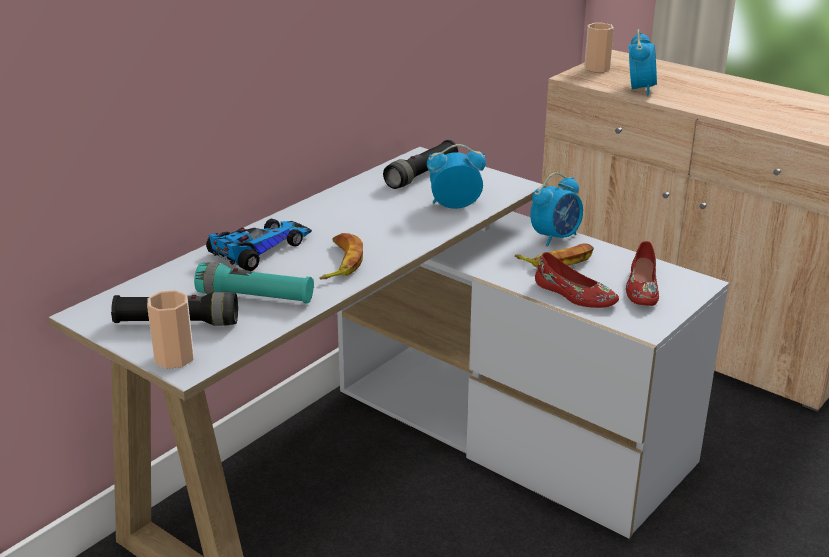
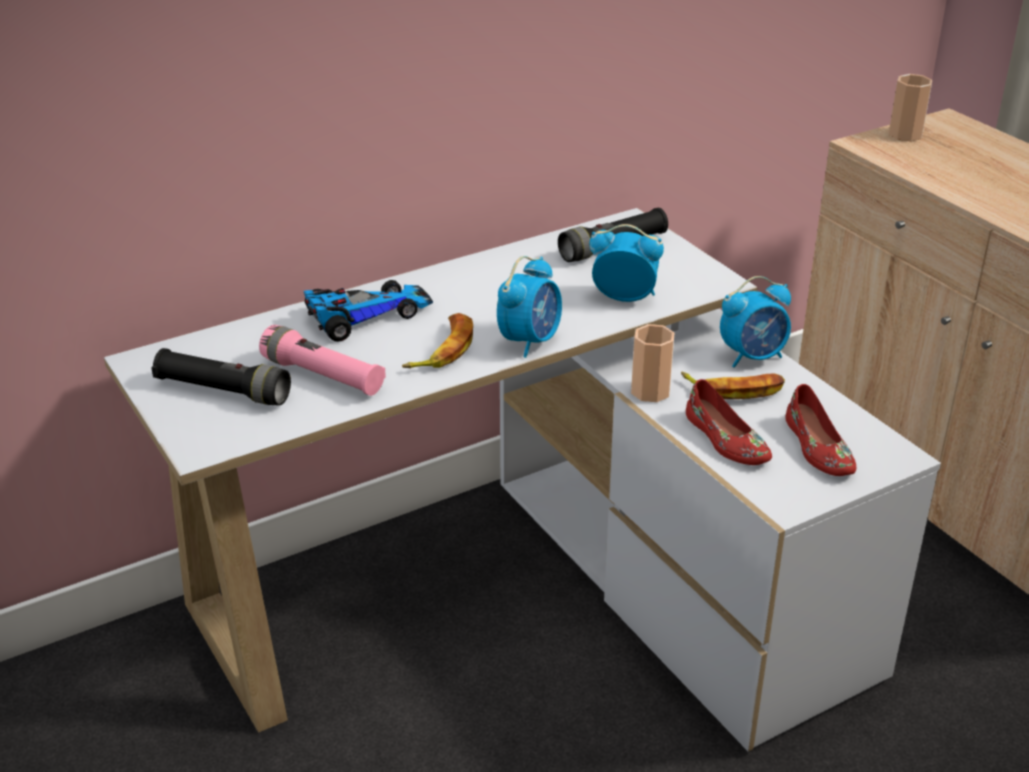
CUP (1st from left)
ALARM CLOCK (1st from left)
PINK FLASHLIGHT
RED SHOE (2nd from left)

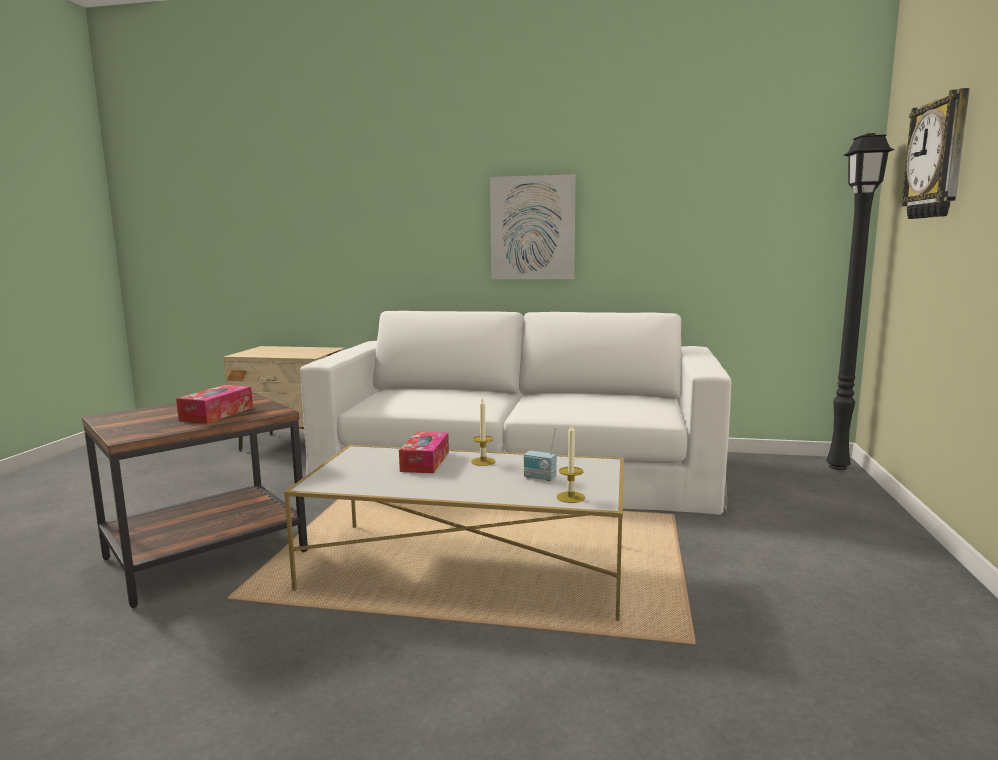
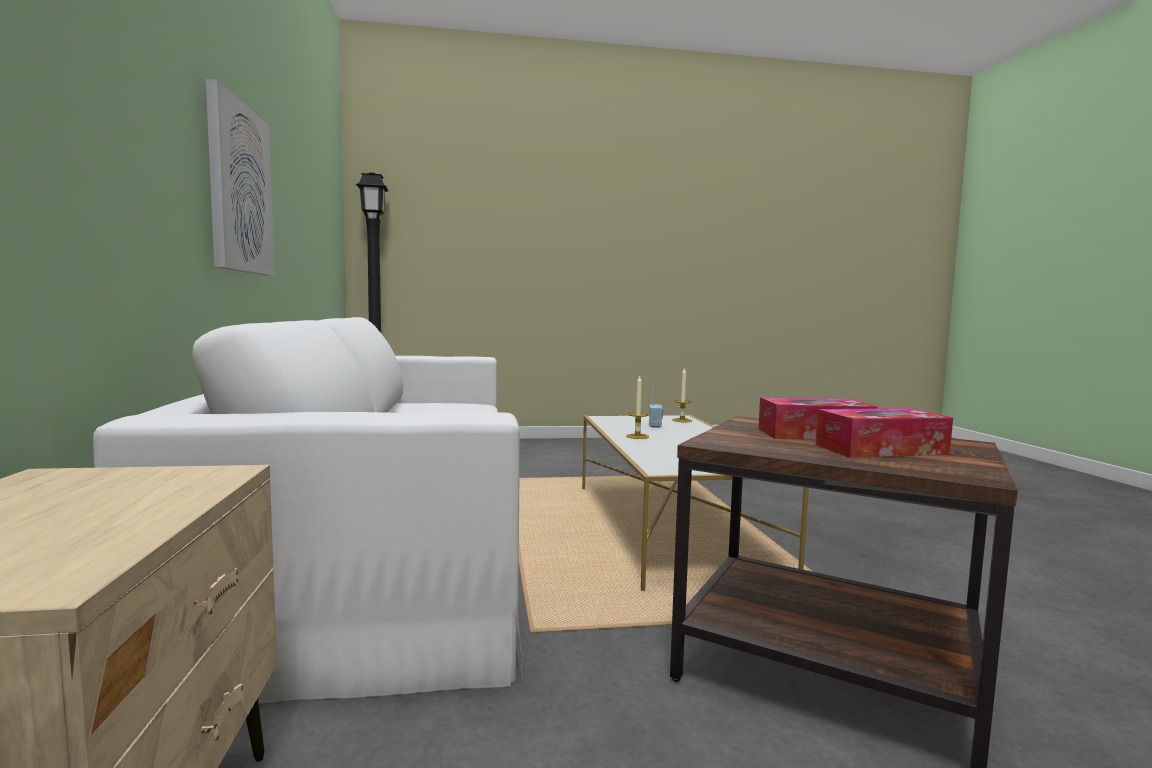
WALL CLOCK
TISSUE BOX (2nd from left)

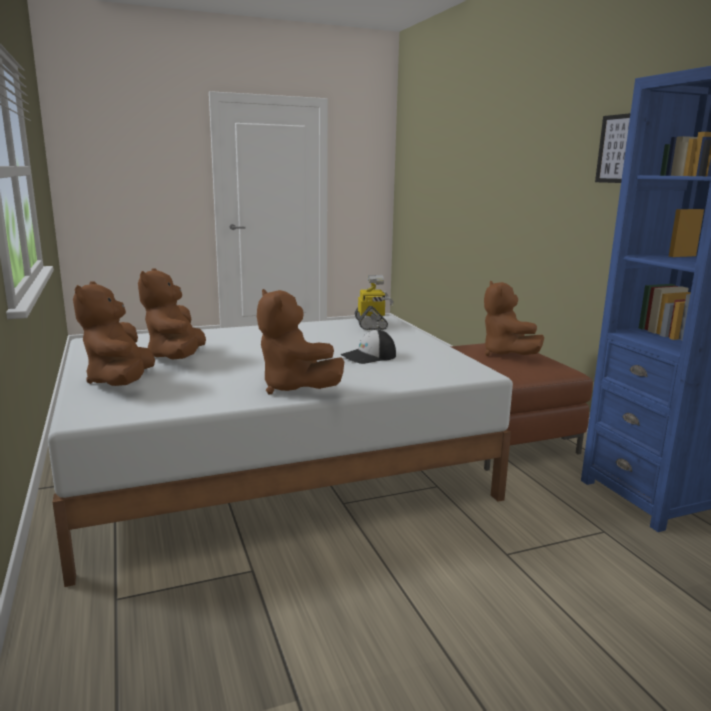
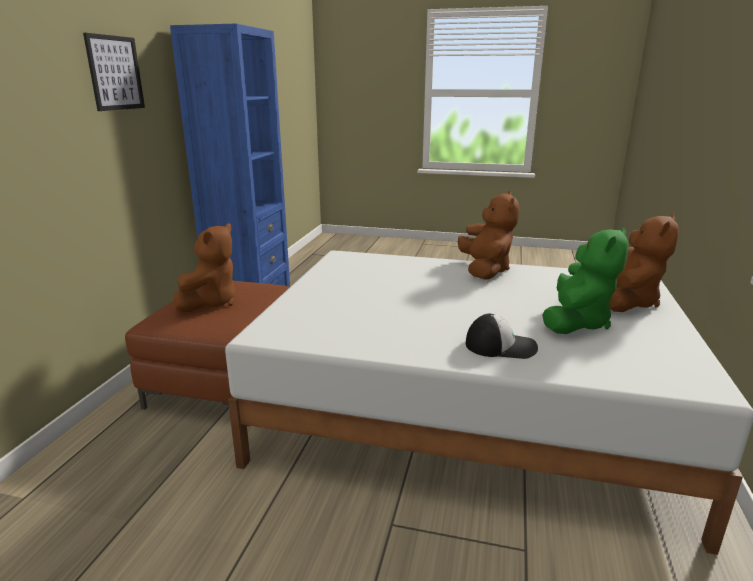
TOY ROBOT
CAP
GREEN PLUSH TOY

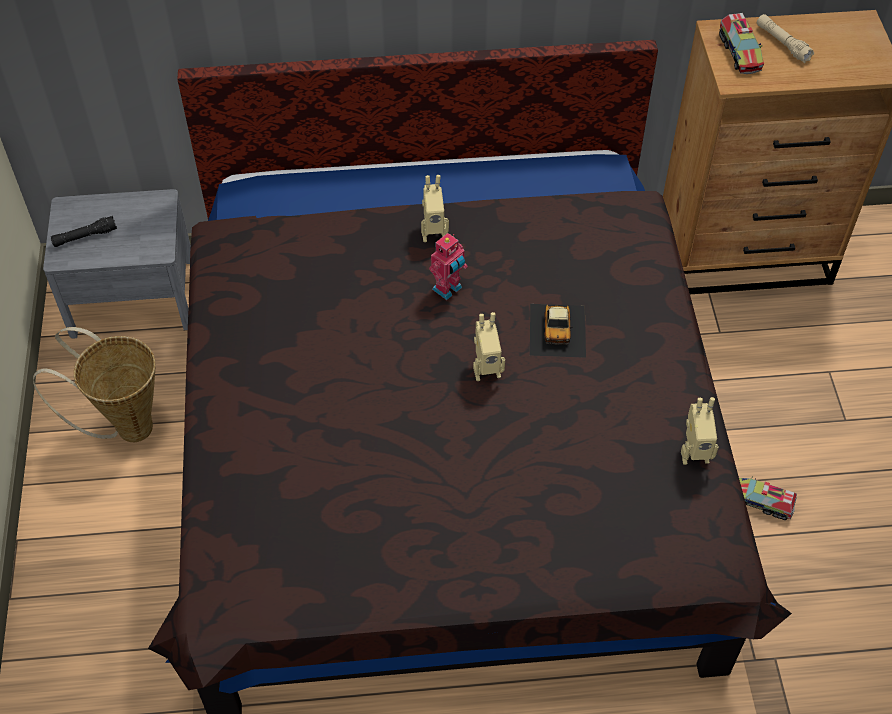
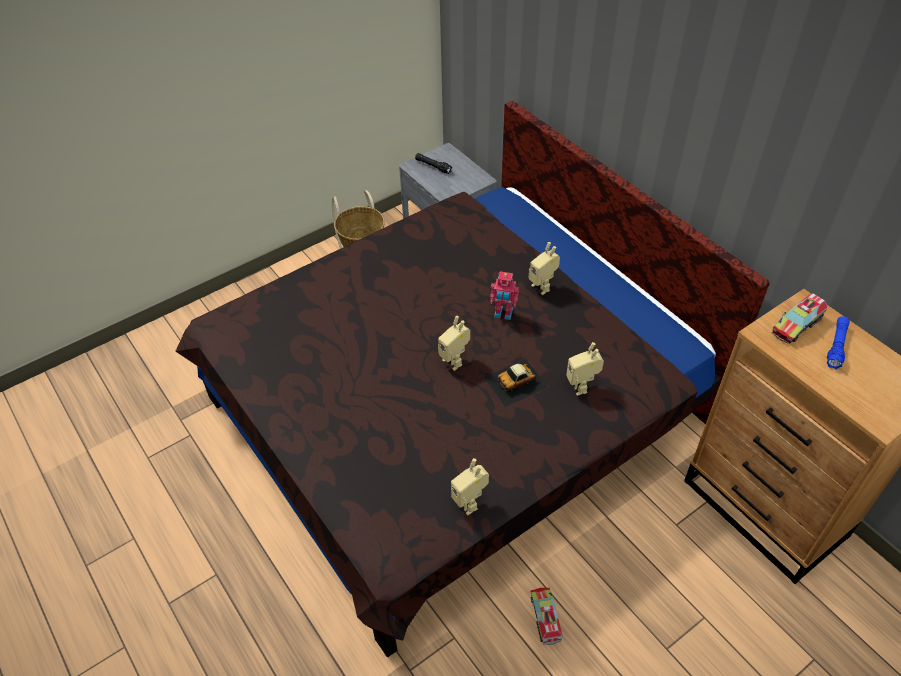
TOY ROBOT (5th from left)
BLUE FLASHLIGHT

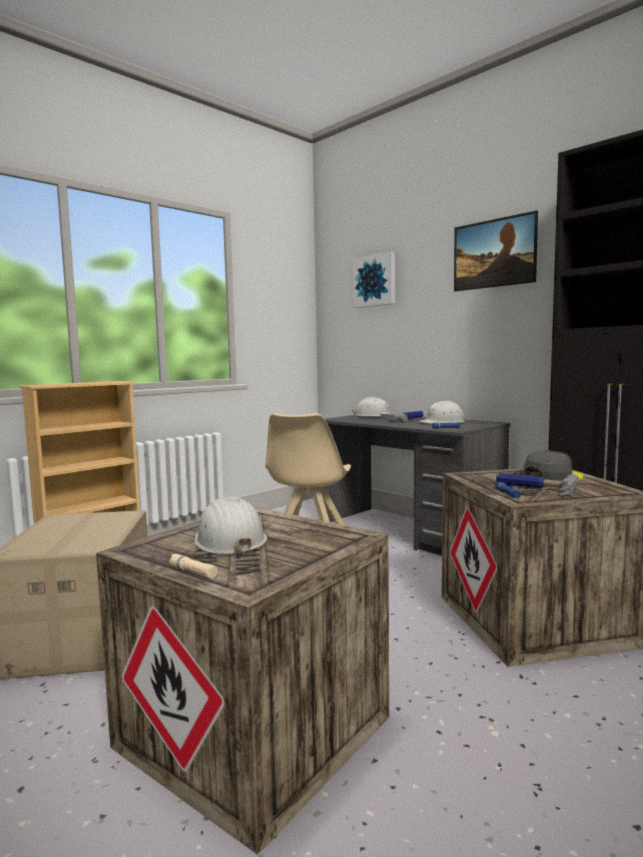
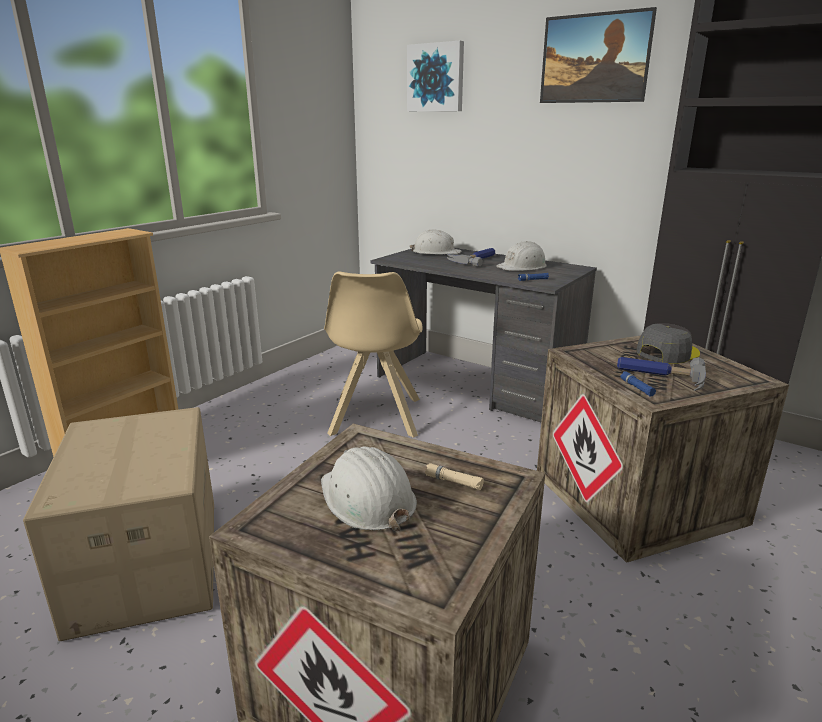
BEIGE FLASHLIGHT

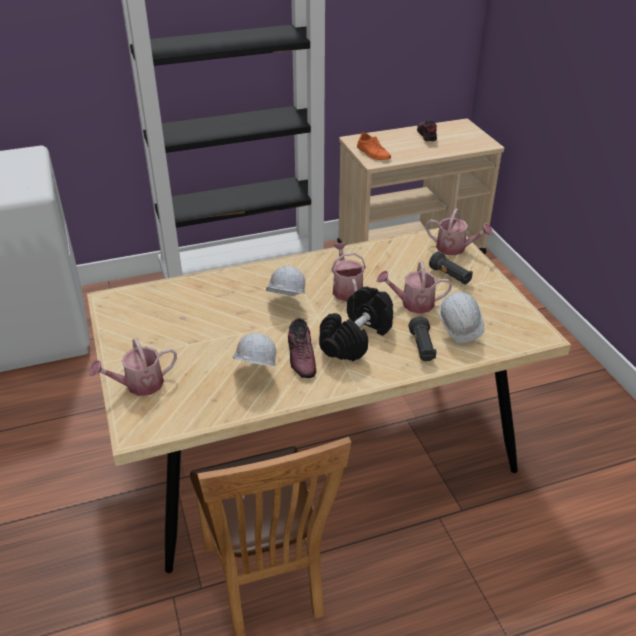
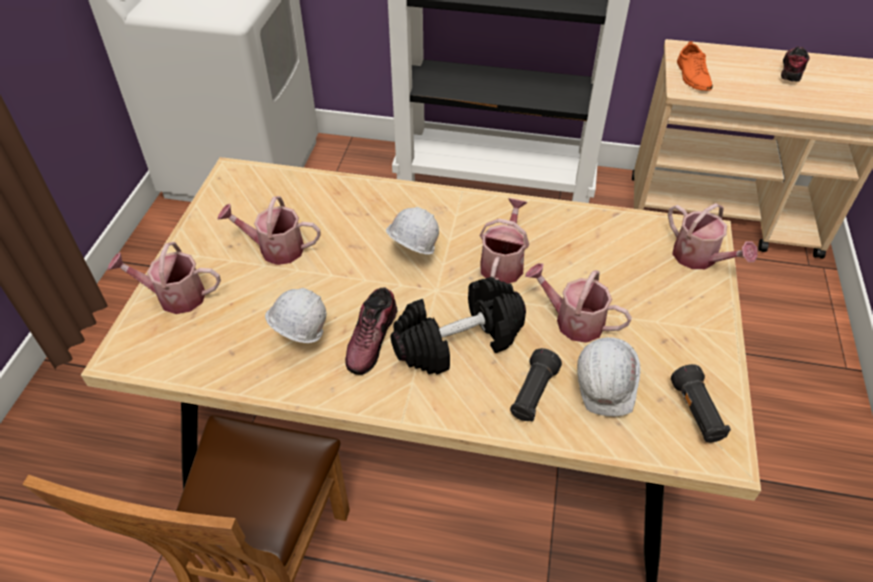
WATERING CAN (2nd from left)
BLACK FLASHLIGHT (2nd from left)

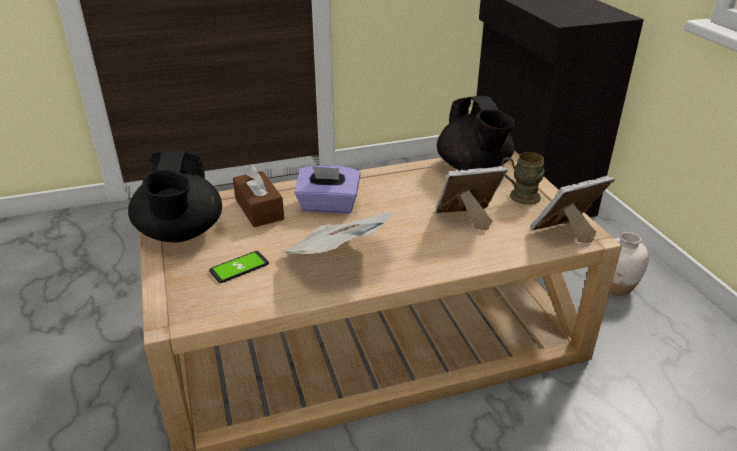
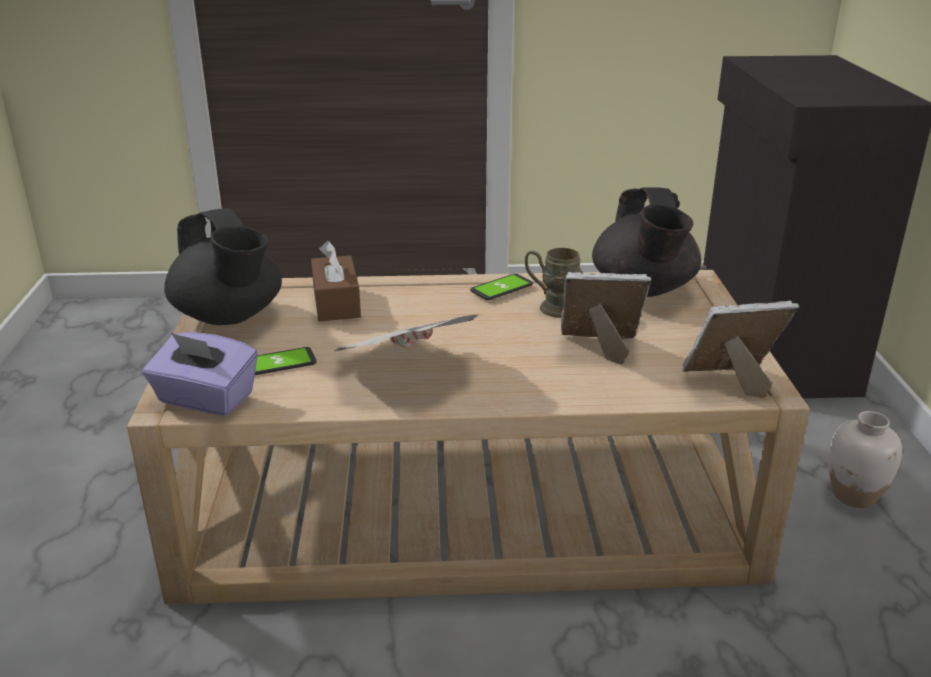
PHONE (2nd from left)
PURPLE TISSUE BOX
BROWN MUG
BLACK TEAPOT (1st from left)

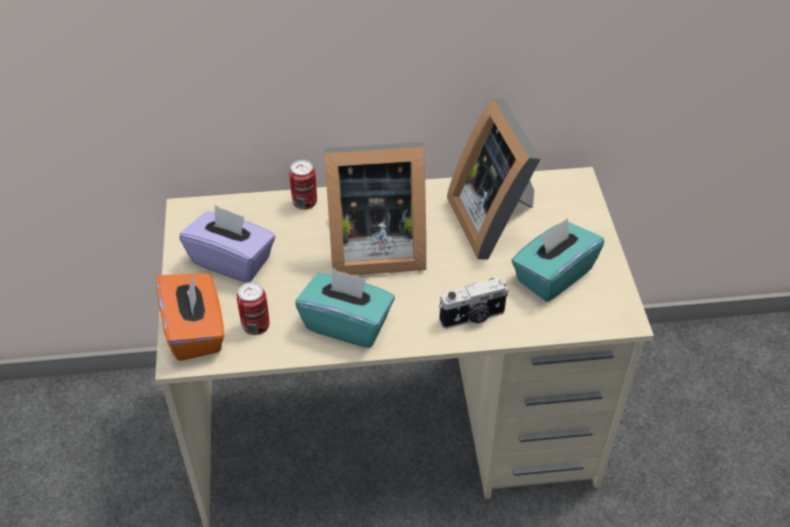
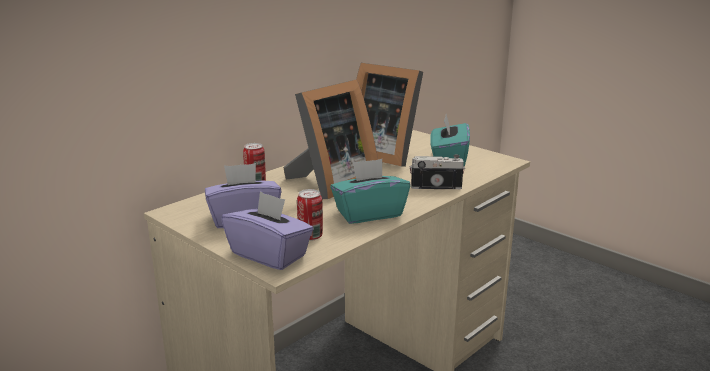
PURPLE TISSUE BOX (2nd from left)
PHOTO CAMERA

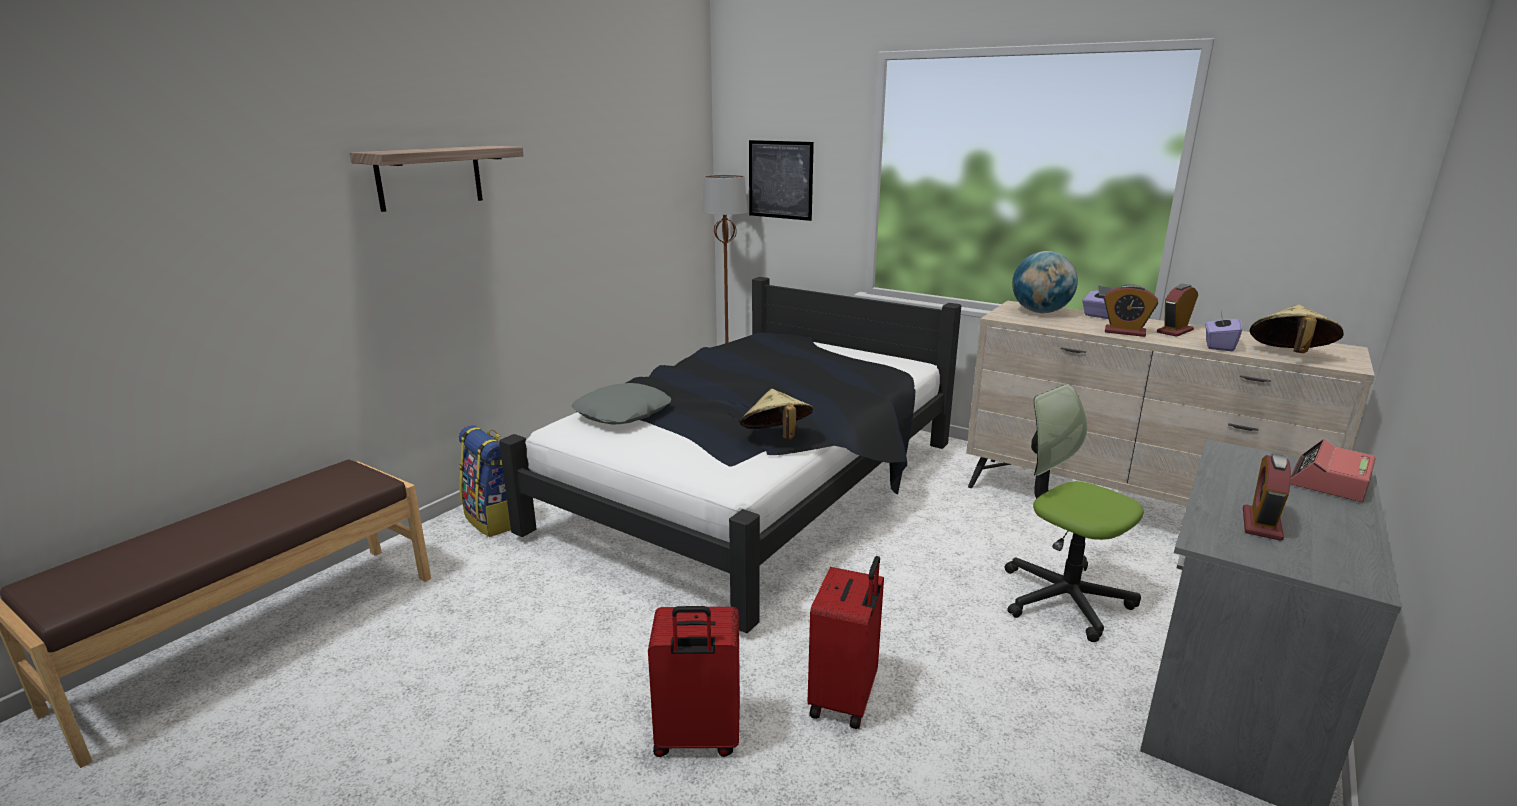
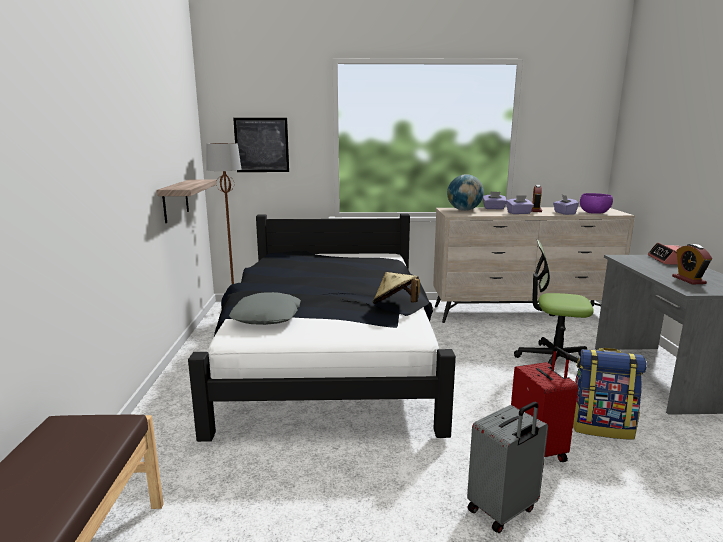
SHELF
BACKPACK
PURPLE TISSUE BOX (2nd from left)
PURPLE BOWL
GREY SUITCASE

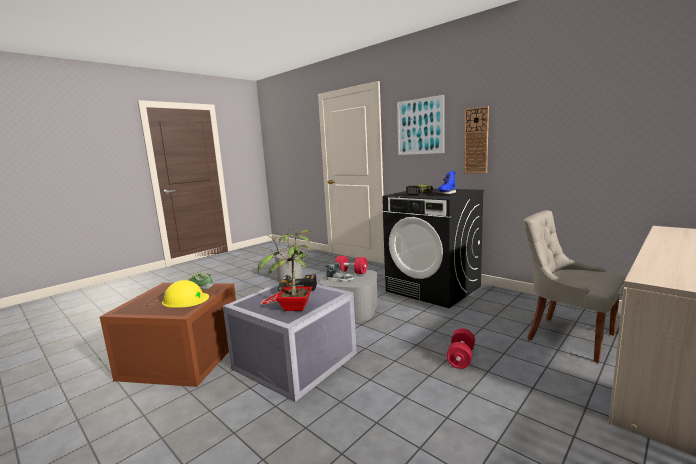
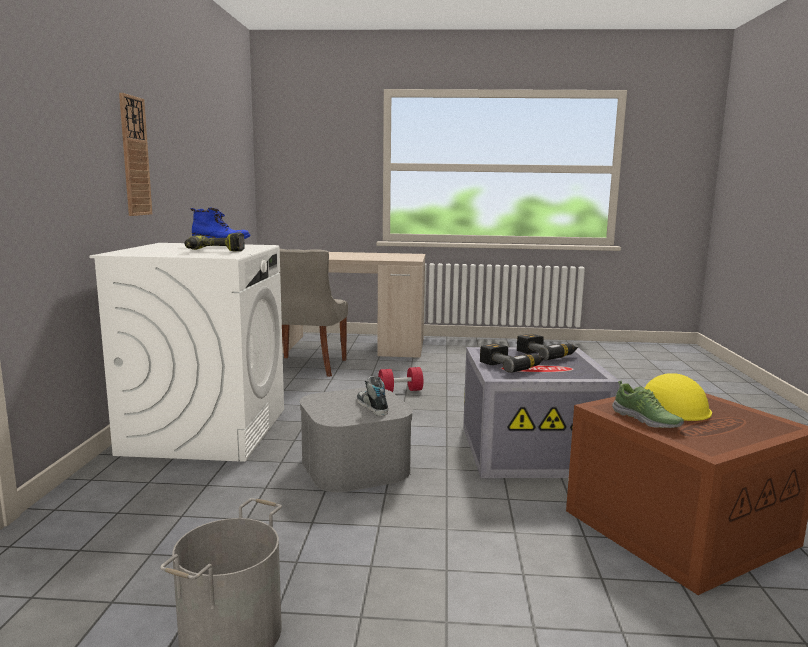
RED DUMBBELL (1st from left in the first image)
PICTURE
POWER DRILL (3rd from left)
WHITE WASHING MACHINE

